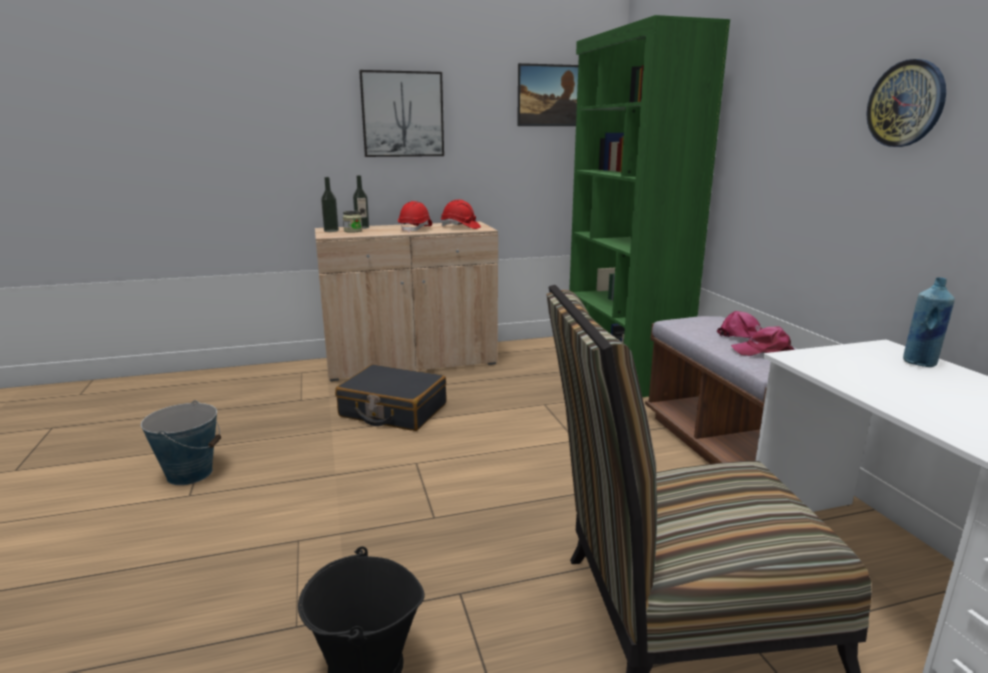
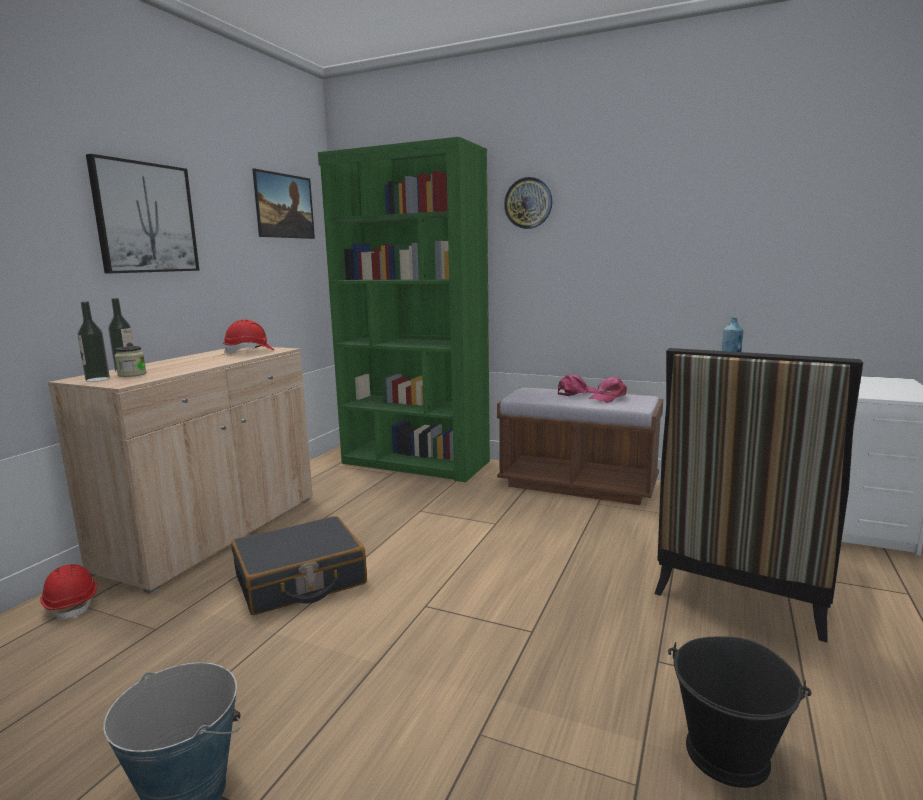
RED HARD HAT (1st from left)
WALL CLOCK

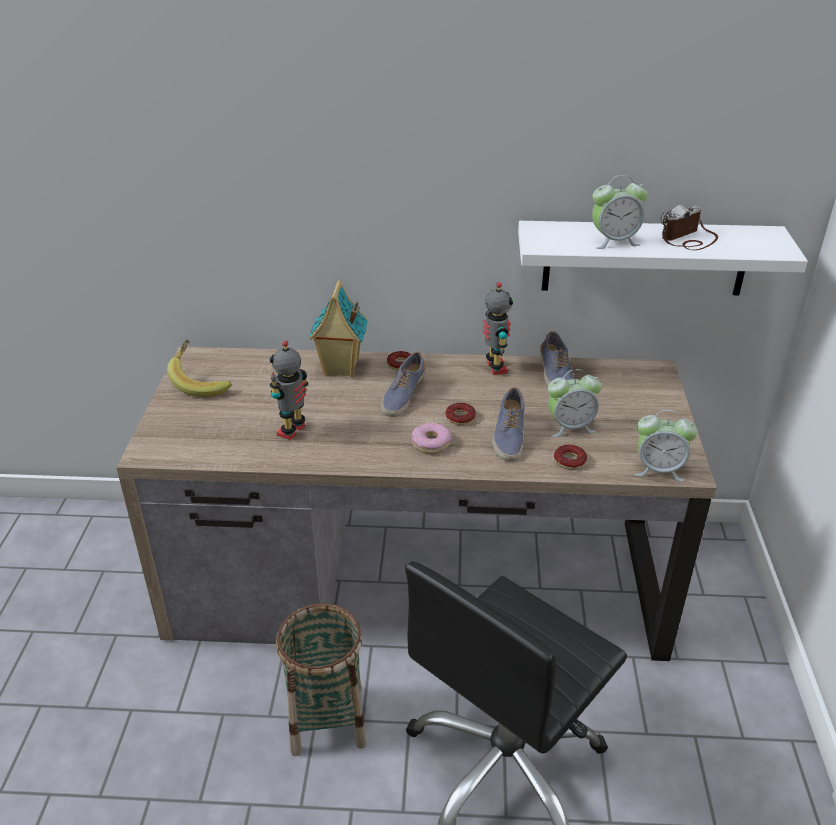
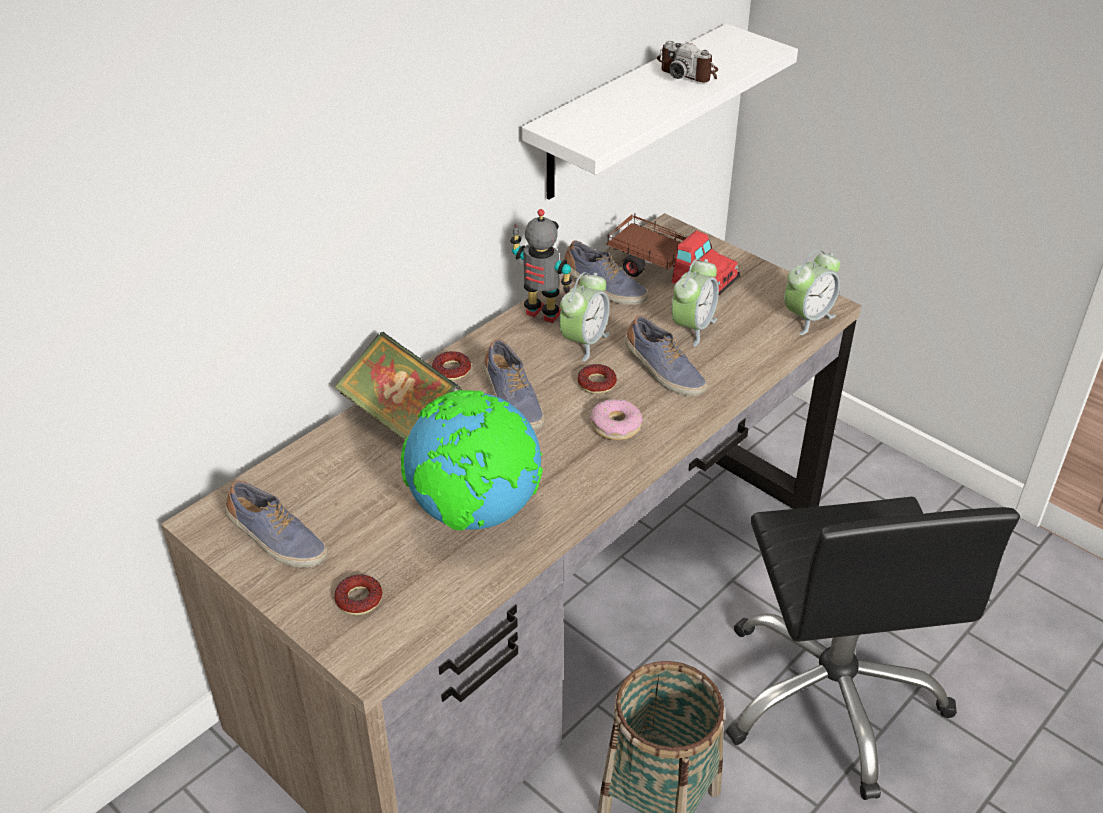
TOY TRUCK
DONUT (1st from left)
ALARM CLOCK (1st from left)
SHOE (1st from left)
GLOBE
BOOK
PHOTO CAMERA

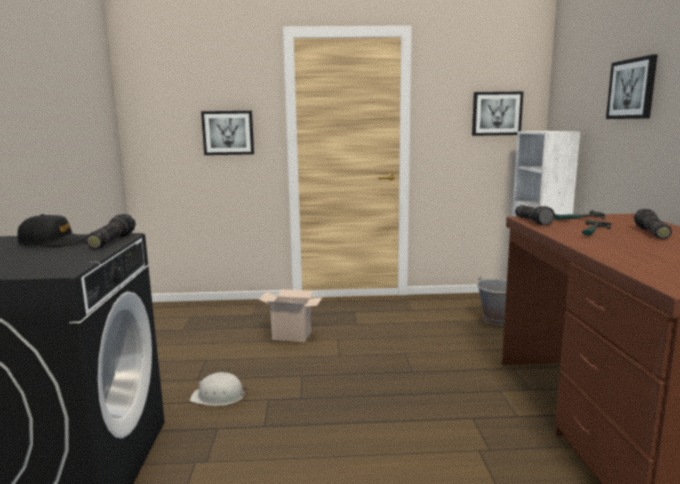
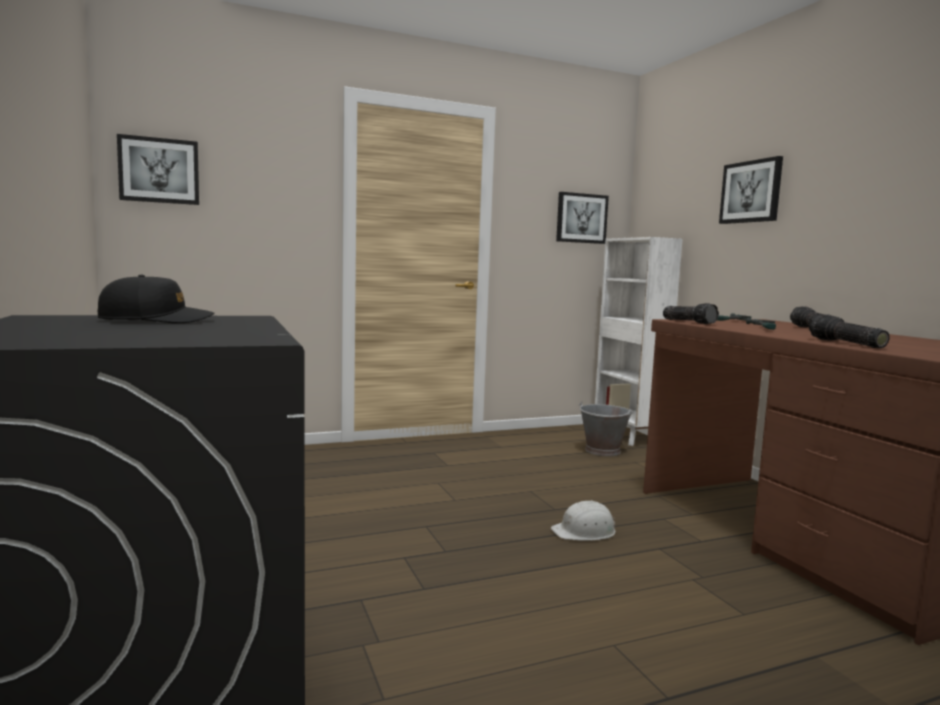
CARDBOARD BOX
FLASHLIGHT (3rd from left)
WHITE HARD HAT
PICTURE (1st from left)

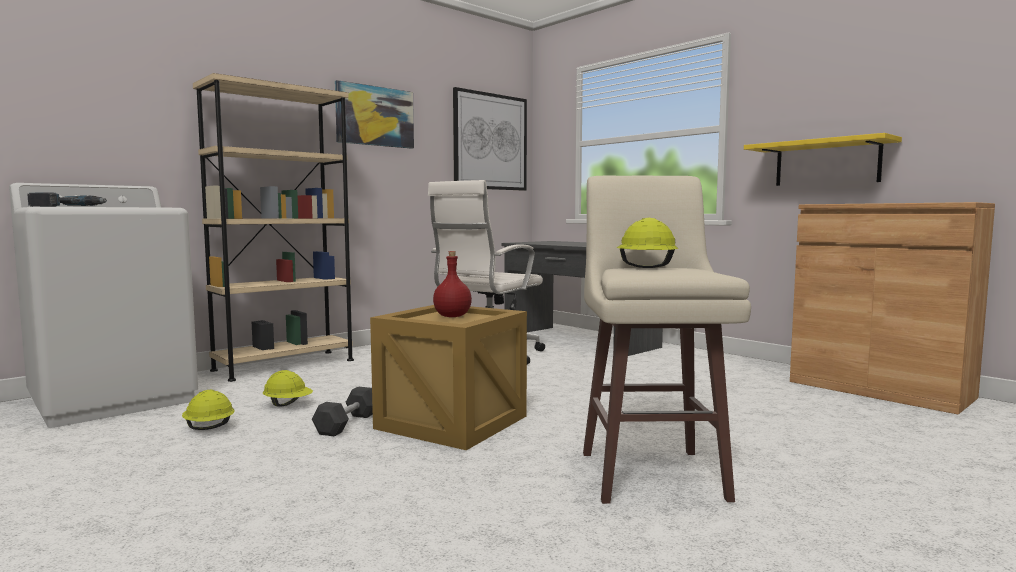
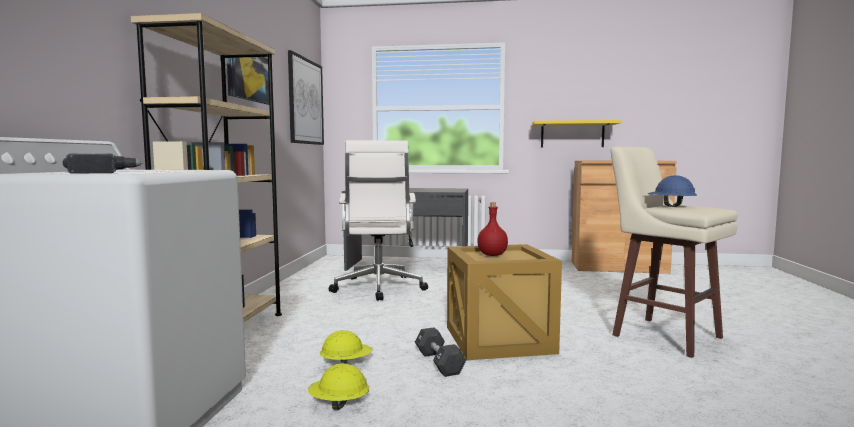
BLUE HARD HAT

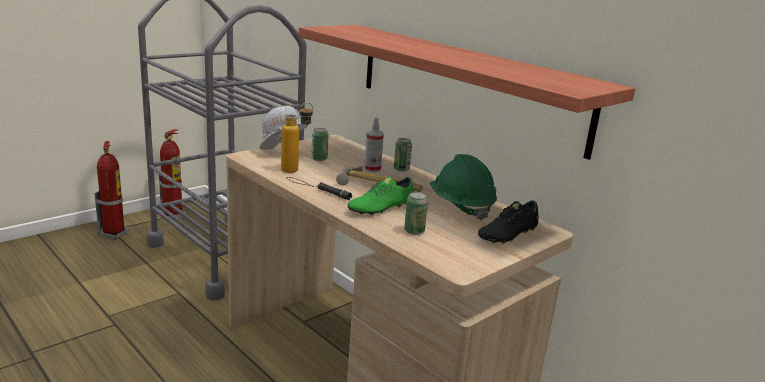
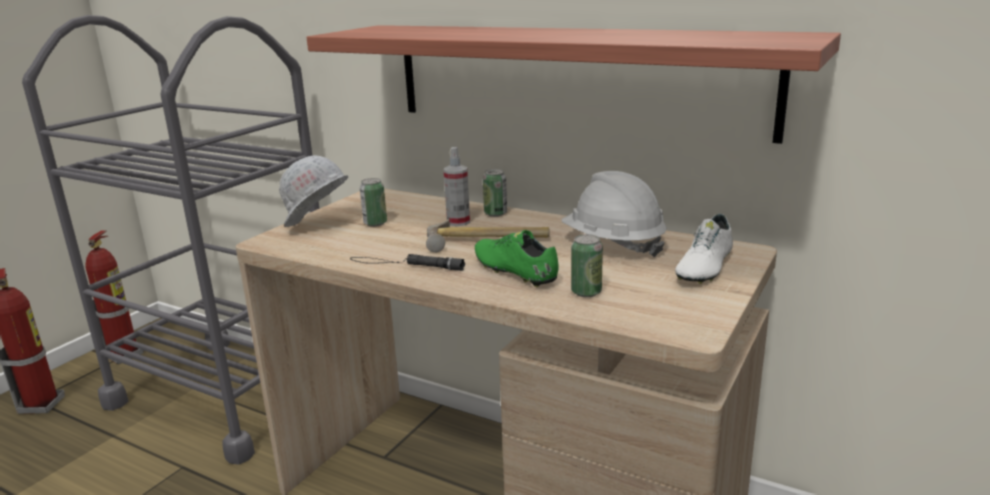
BOTTLE
WHITE HARD HAT (2nd from left)
WHITE SHOE
GREEN SHOE

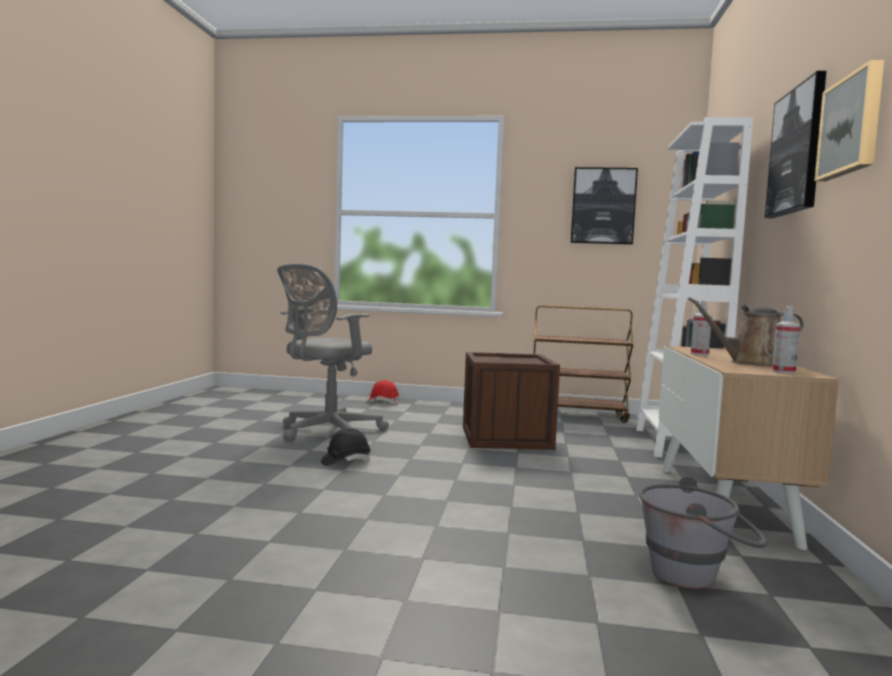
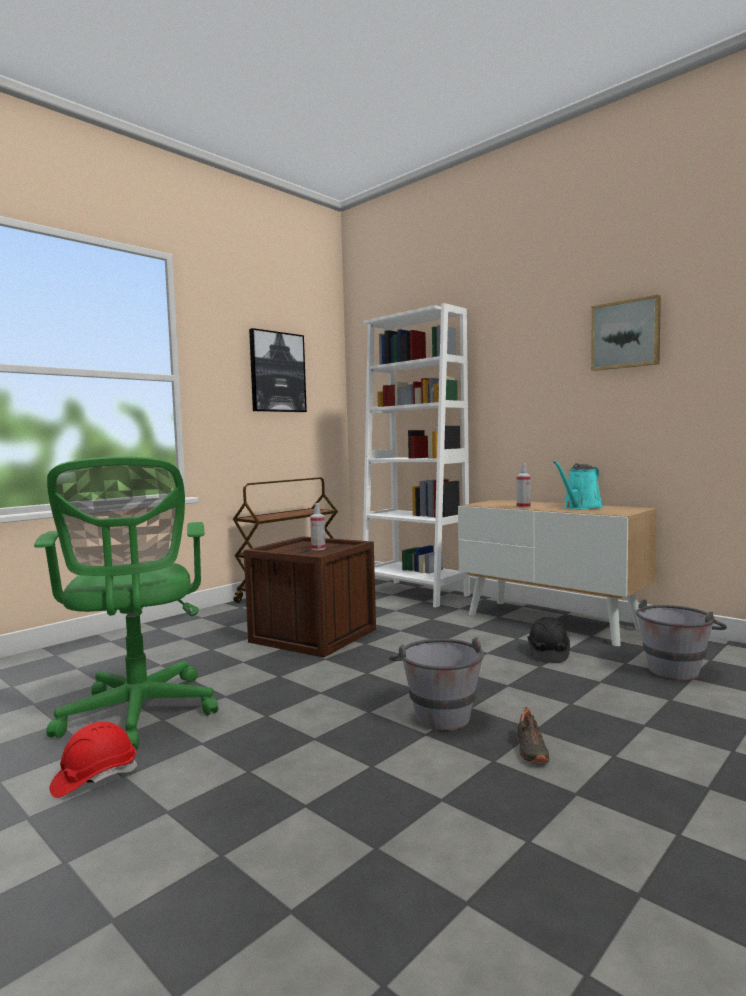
PICTURE (2nd from left in the first image)
GREY BUCKET (1st from left)
BLACK SHOE
BLACK HARD HAT
RED HARD HAT
SPRAY BOTTLE (1st from left)
GREEN OFFICE CHAIR
TURQUOISE WATERING CAN

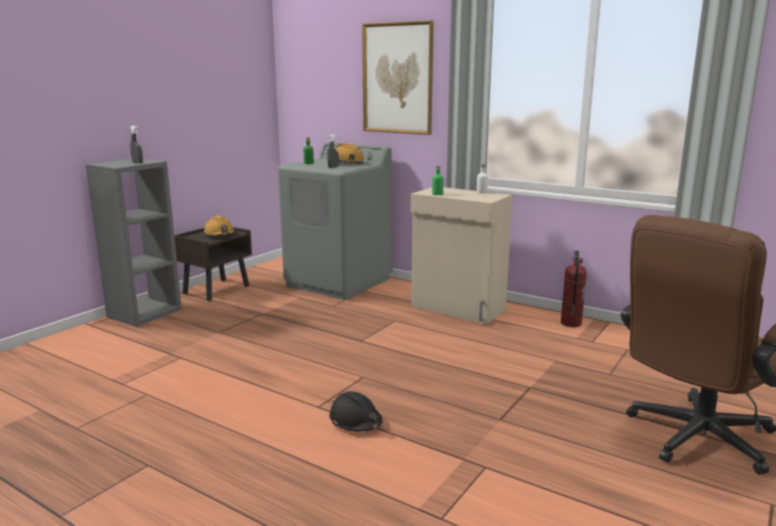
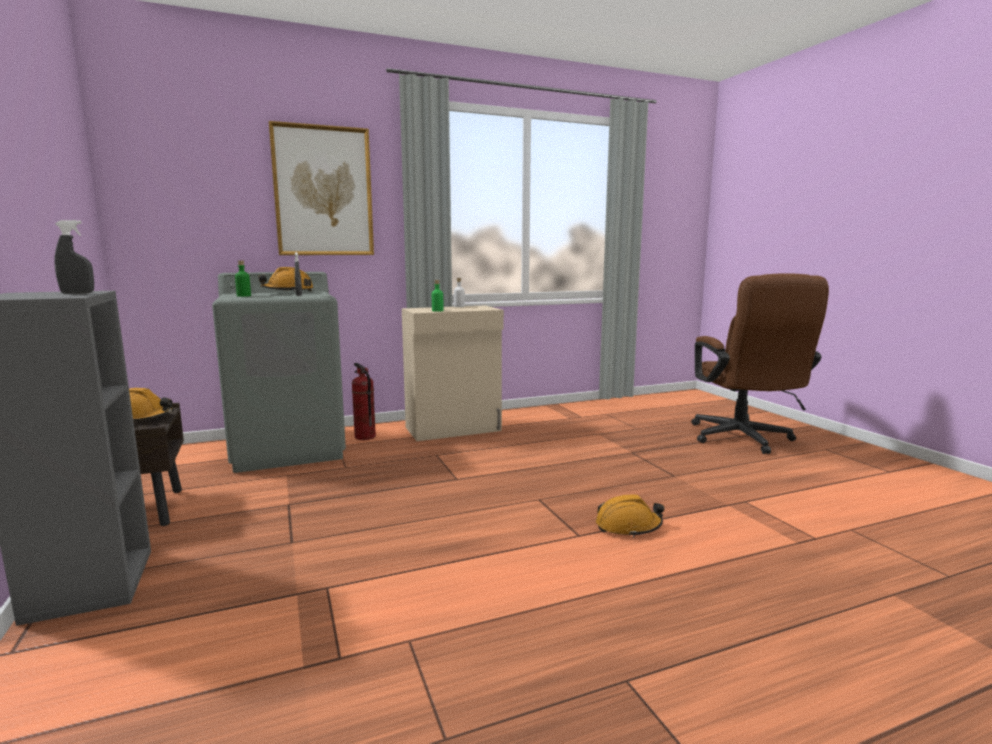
FIRE EXTINGUISHER
ORANGE HARD HAT (3rd from left)

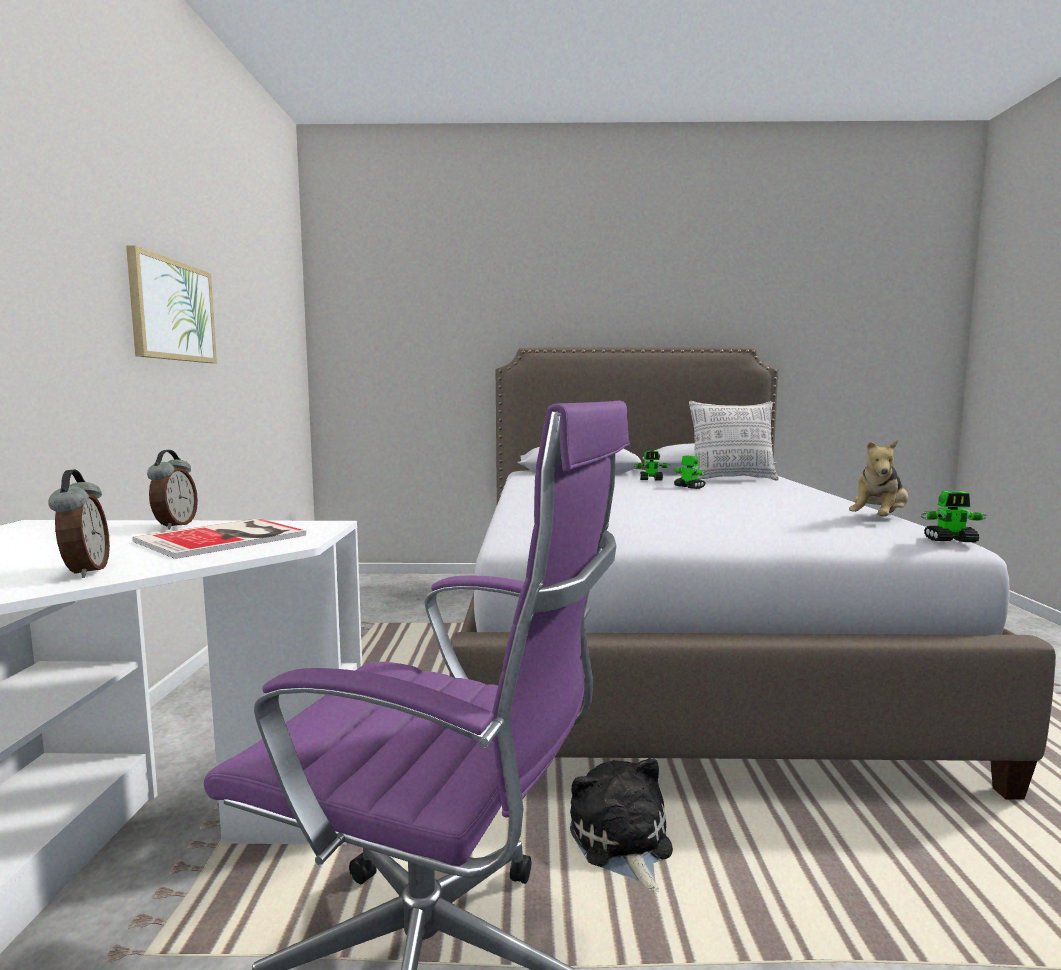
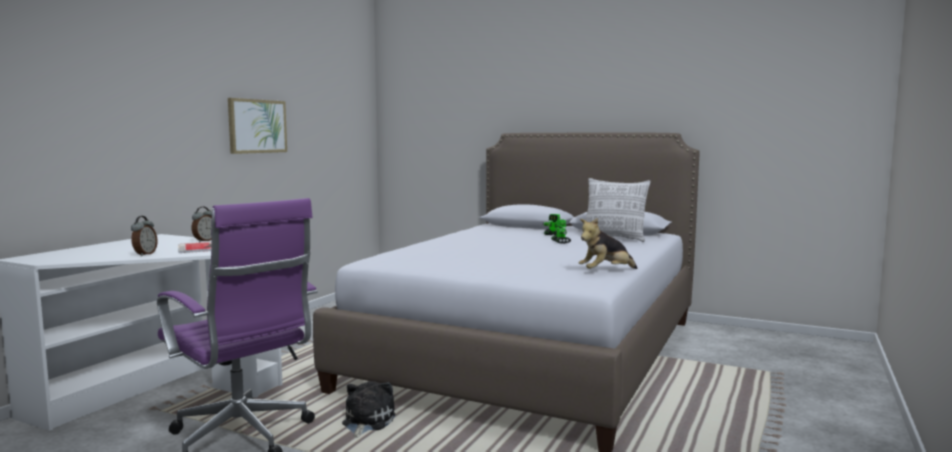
TOY ROBOT (3rd from left in the first image)

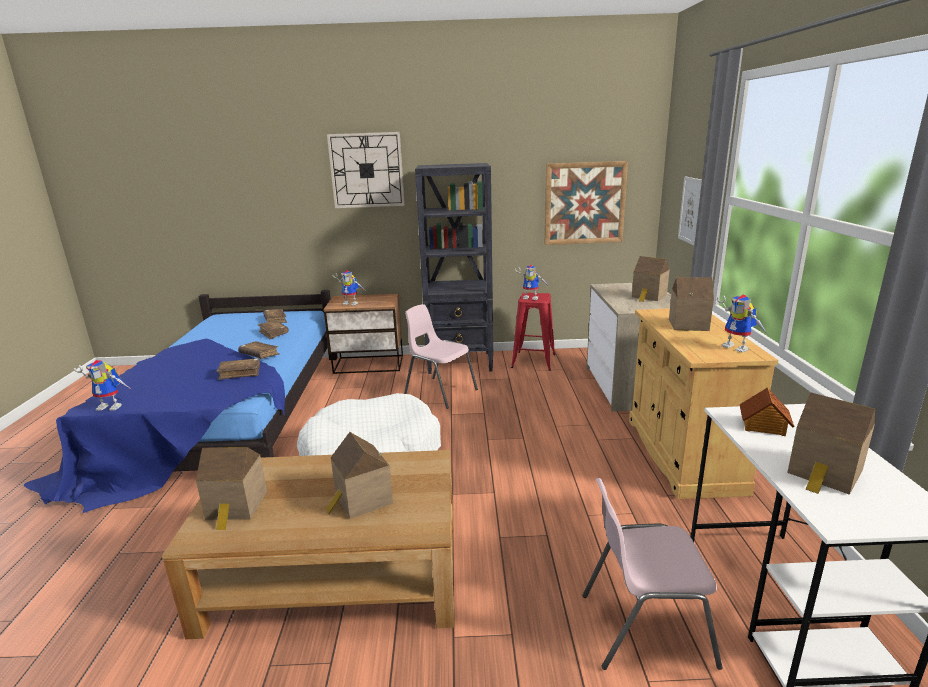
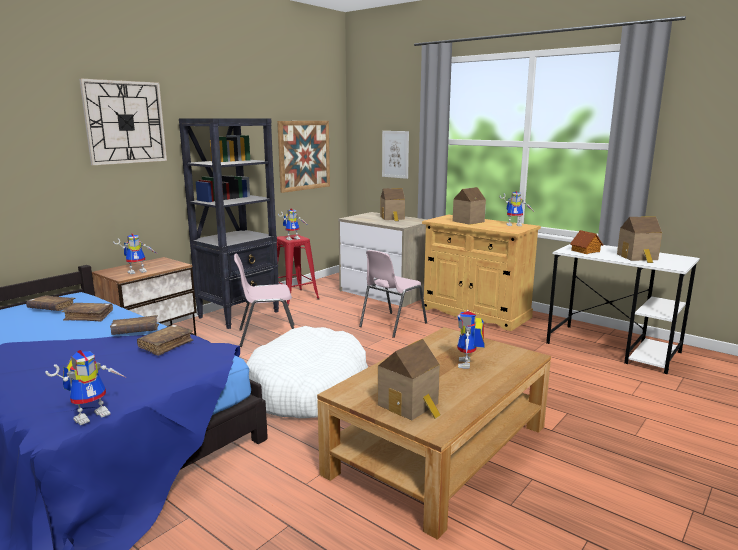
PINK CHAIR (2nd from left)
TOY ROBOT (4th from left)

